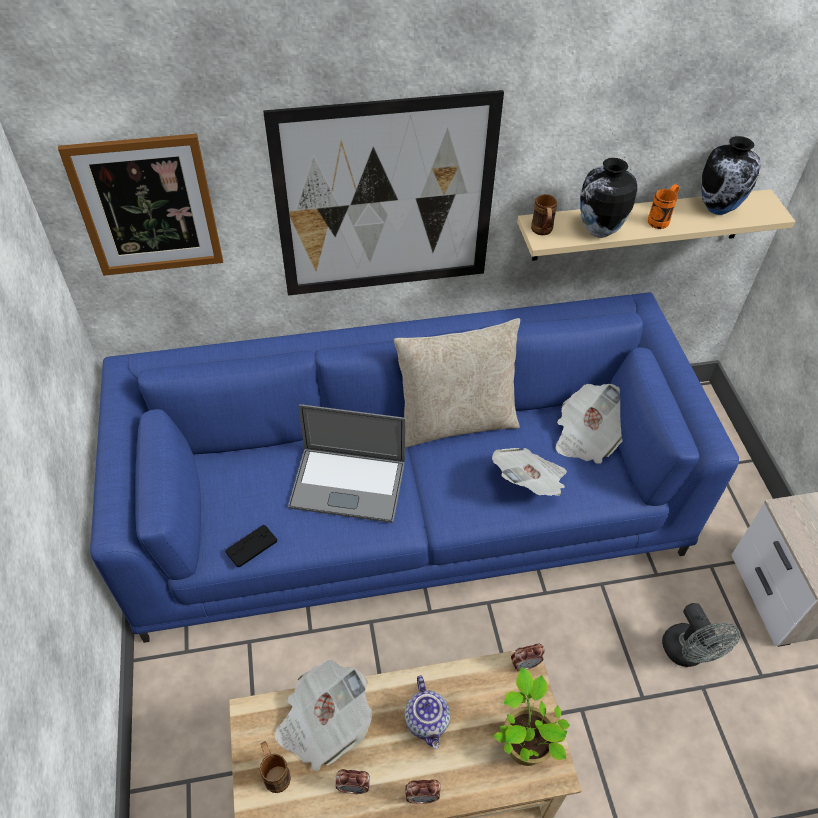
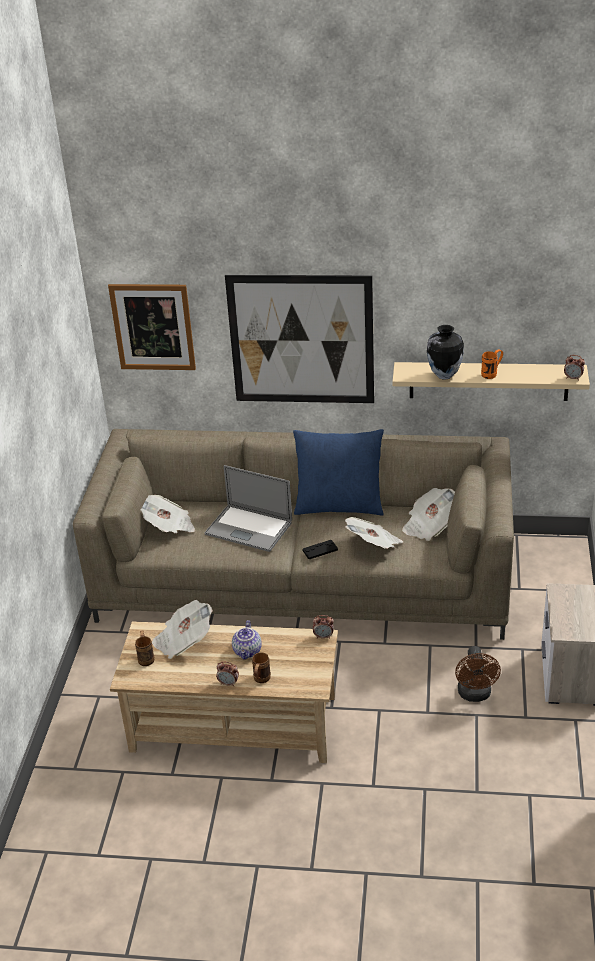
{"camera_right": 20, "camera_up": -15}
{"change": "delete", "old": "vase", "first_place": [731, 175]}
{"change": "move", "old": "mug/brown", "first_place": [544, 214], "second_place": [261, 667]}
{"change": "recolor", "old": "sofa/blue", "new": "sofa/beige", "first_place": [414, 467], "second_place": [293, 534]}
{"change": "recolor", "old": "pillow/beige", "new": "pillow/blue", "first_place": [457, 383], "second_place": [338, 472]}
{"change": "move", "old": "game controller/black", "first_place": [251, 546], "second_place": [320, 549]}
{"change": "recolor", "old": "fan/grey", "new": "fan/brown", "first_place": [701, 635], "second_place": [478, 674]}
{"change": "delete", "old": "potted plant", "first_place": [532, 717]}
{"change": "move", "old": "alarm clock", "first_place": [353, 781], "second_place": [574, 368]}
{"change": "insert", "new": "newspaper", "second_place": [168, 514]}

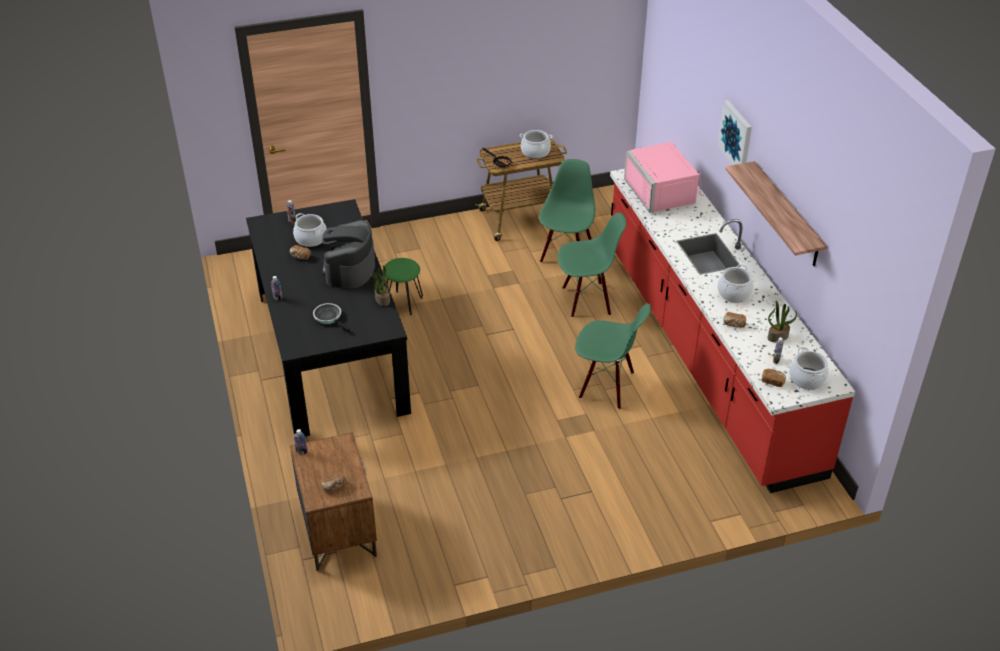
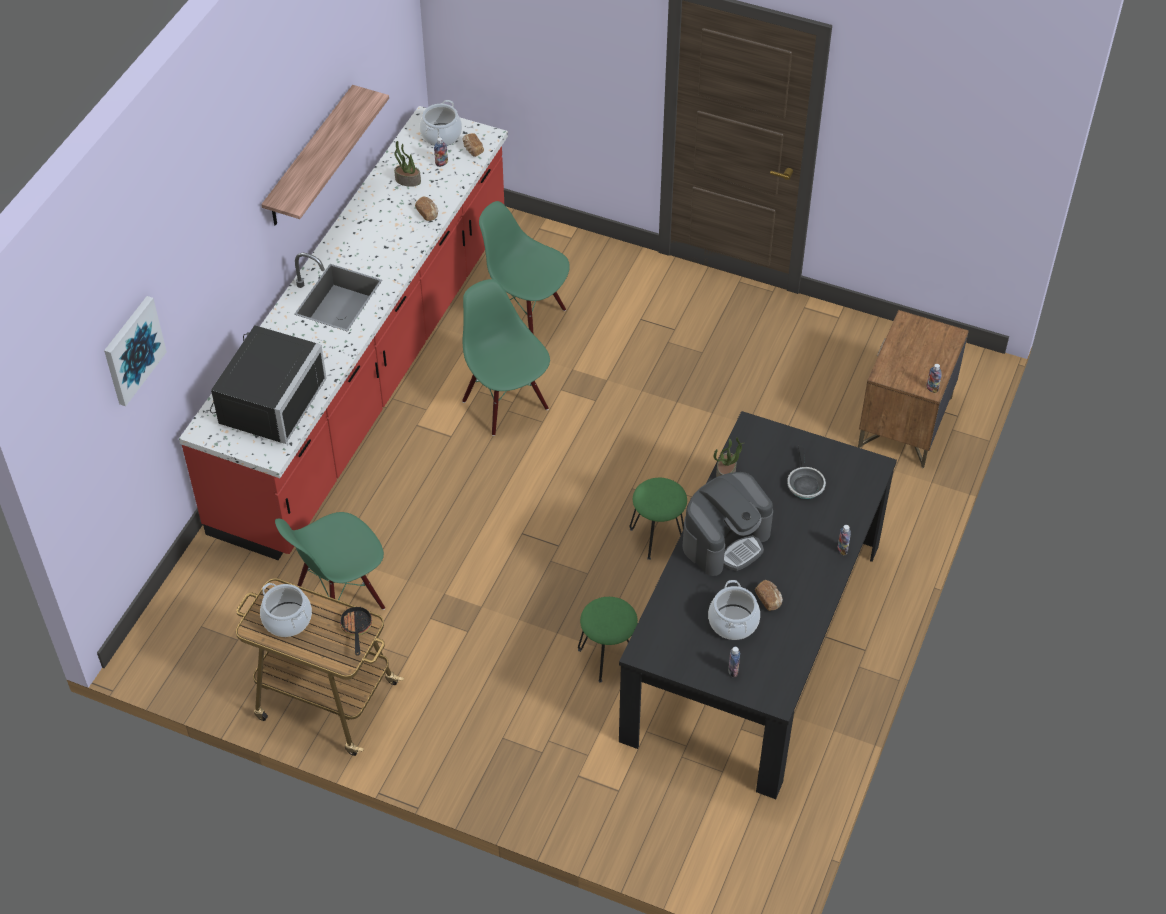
{"camera_right": -140, "camera_up": 10}
{"change": "move", "old": "picture", "first_place": [735, 132], "second_place": [135, 351]}
{"change": "recolor", "old": "microwave/pink", "new": "microwave/black", "first_place": [663, 177], "second_place": [268, 384]}
{"change": "move", "old": "chair/green", "first_place": [592, 265], "second_place": [524, 267]}
{"change": "delete", "old": "cooking pot", "first_place": [735, 283]}
{"change": "delete", "old": "bread", "first_place": [333, 482]}
{"change": "insert", "new": "stool/green", "second_place": [658, 519]}

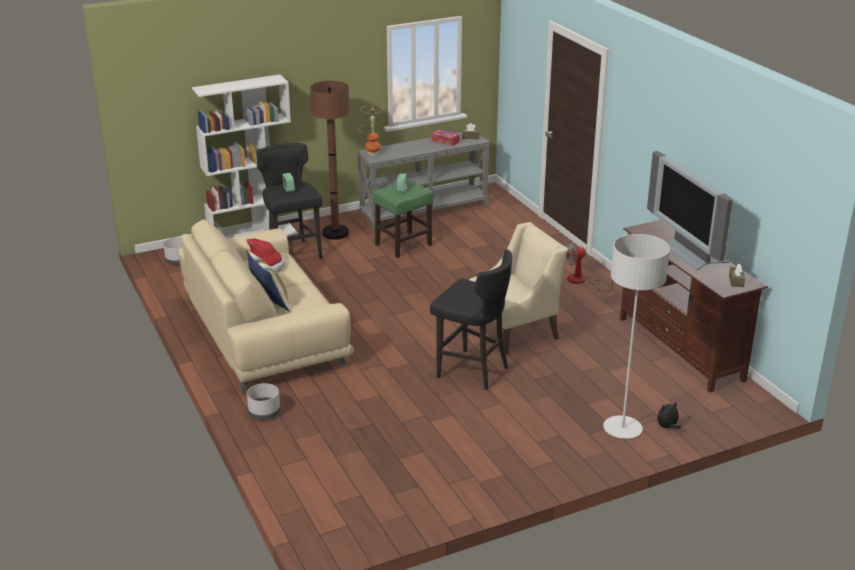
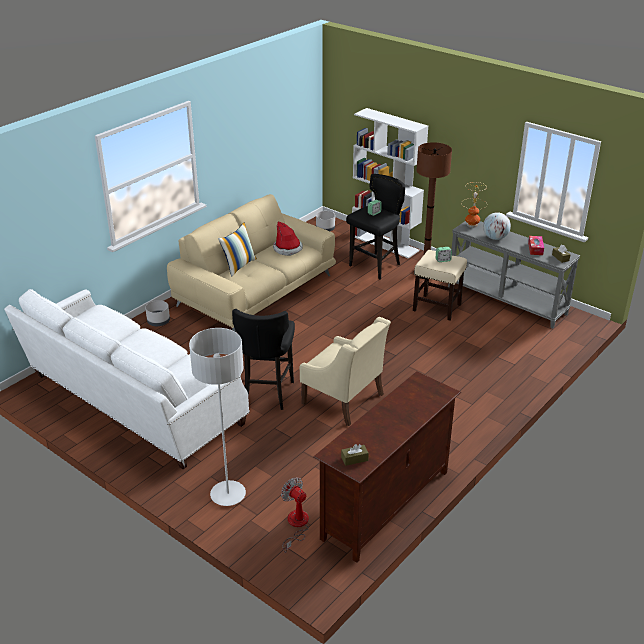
{"camera_right": 65, "camera_up": 5}
{"change": "delete", "old": "television", "first_place": [690, 210]}
{"change": "recolor", "old": "stool/green", "new": "stool/beige", "first_place": [403, 219], "second_place": [440, 285]}
{"change": "move", "old": "fan", "first_place": [589, 267], "second_place": [295, 515]}
{"change": "delete", "old": "plush toy", "first_place": [669, 415]}
{"change": "insert", "new": "globe", "second_place": [497, 226]}
{"change": "insert", "new": "sofa/white", "second_place": [127, 379]}

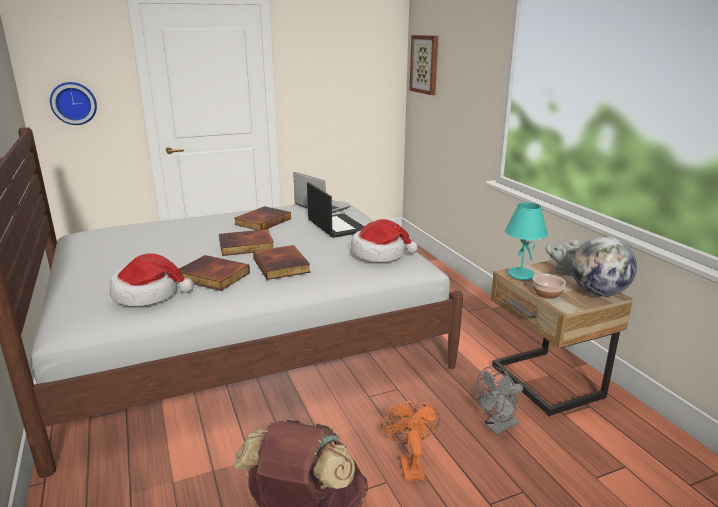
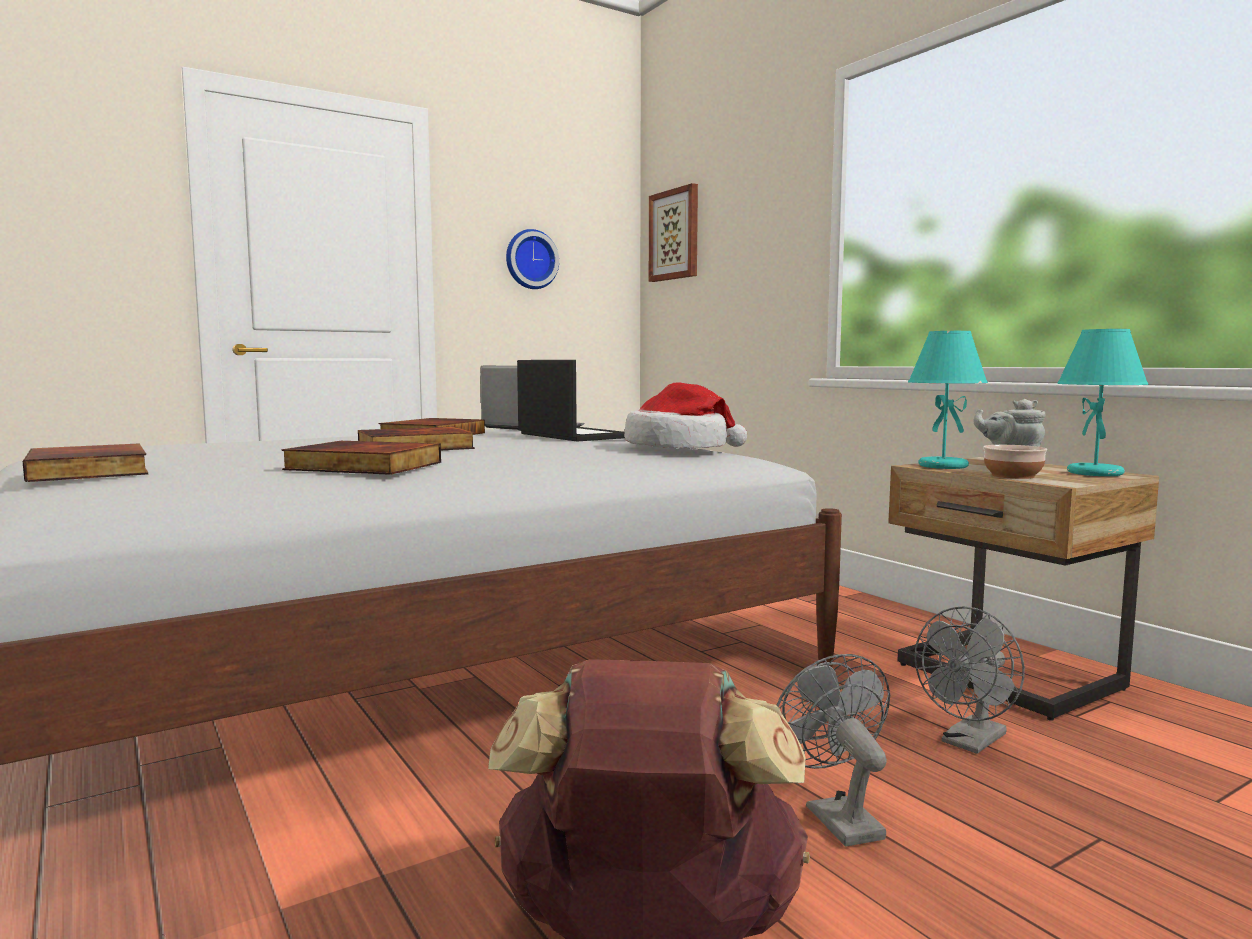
{"camera_right": -10, "camera_up": -15}
{"change": "move", "old": "wall clock", "first_place": [73, 103], "second_place": [532, 259]}
{"change": "replace", "old": "globe", "new": "table lamp/turquoise", "first_place": [604, 266], "second_place": [1103, 402]}
{"change": "move", "old": "book", "first_place": [282, 262], "second_place": [85, 463]}
{"change": "delete", "old": "hat", "first_place": [151, 279]}
{"change": "recolor", "old": "fan/orange", "new": "fan/grey", "first_place": [410, 441], "second_place": [833, 750]}

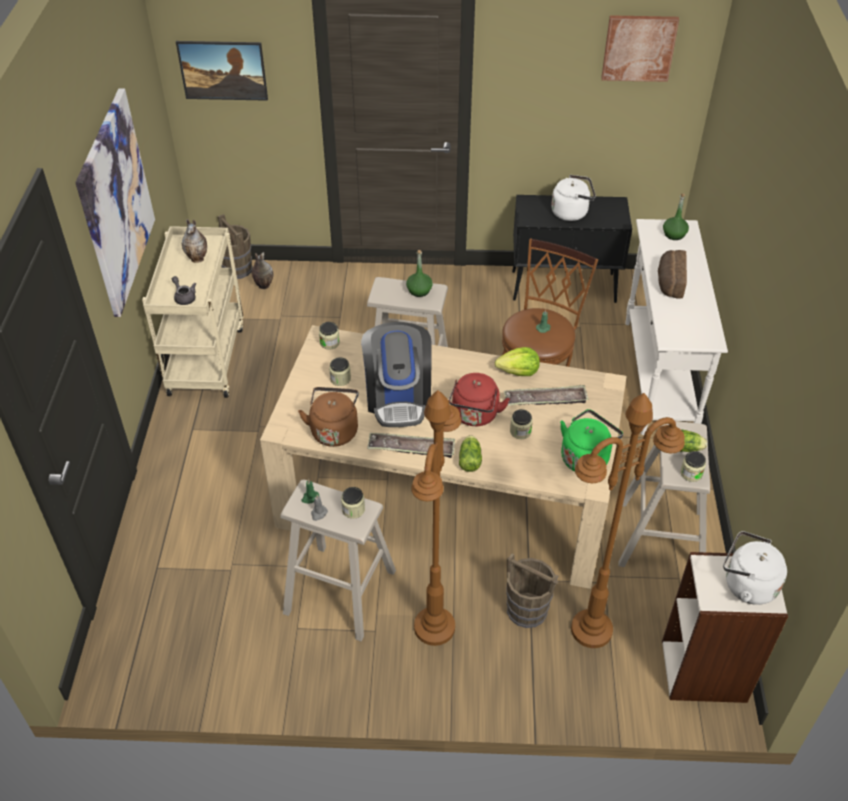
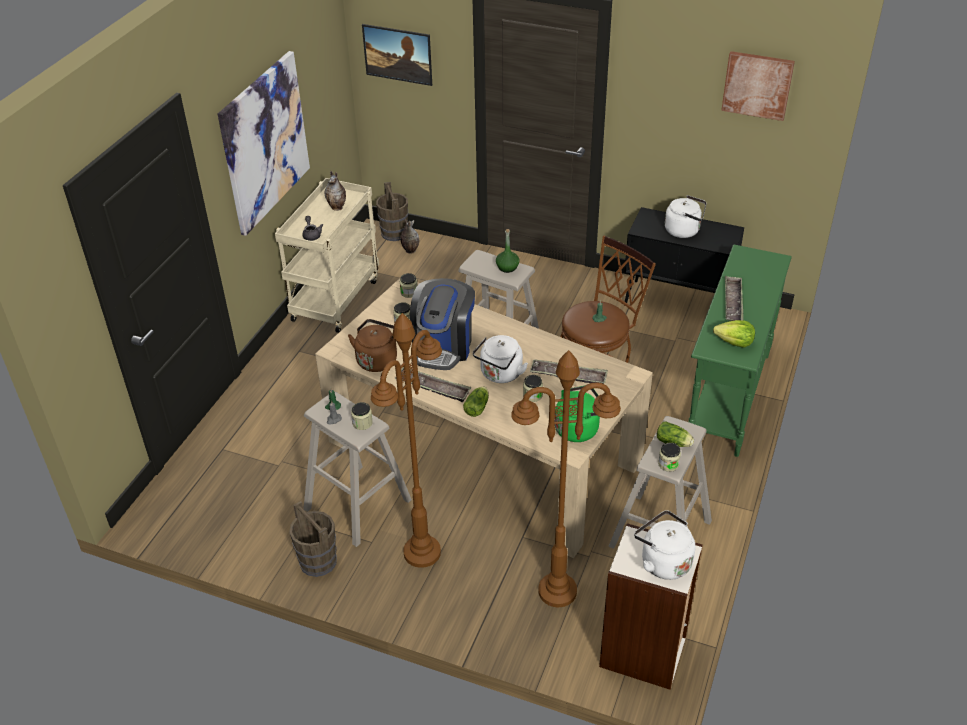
{"camera_right": 20, "camera_up": -5}
{"change": "delete", "old": "bottle/green", "first_place": [676, 216]}
{"change": "recolor", "old": "console table/white", "new": "console table/green", "first_place": [676, 327], "second_place": [740, 351]}
{"change": "replace", "old": "bread", "new": "tray", "first_place": [672, 274], "second_place": [734, 298]}
{"change": "move", "old": "lettuce", "first_place": [517, 361], "second_place": [734, 334]}
{"change": "recolor", "old": "kettle/red", "new": "kettle/white", "first_place": [479, 399], "second_place": [500, 359]}
{"change": "move", "old": "bucket/brown", "first_place": [532, 590], "second_place": [313, 539]}

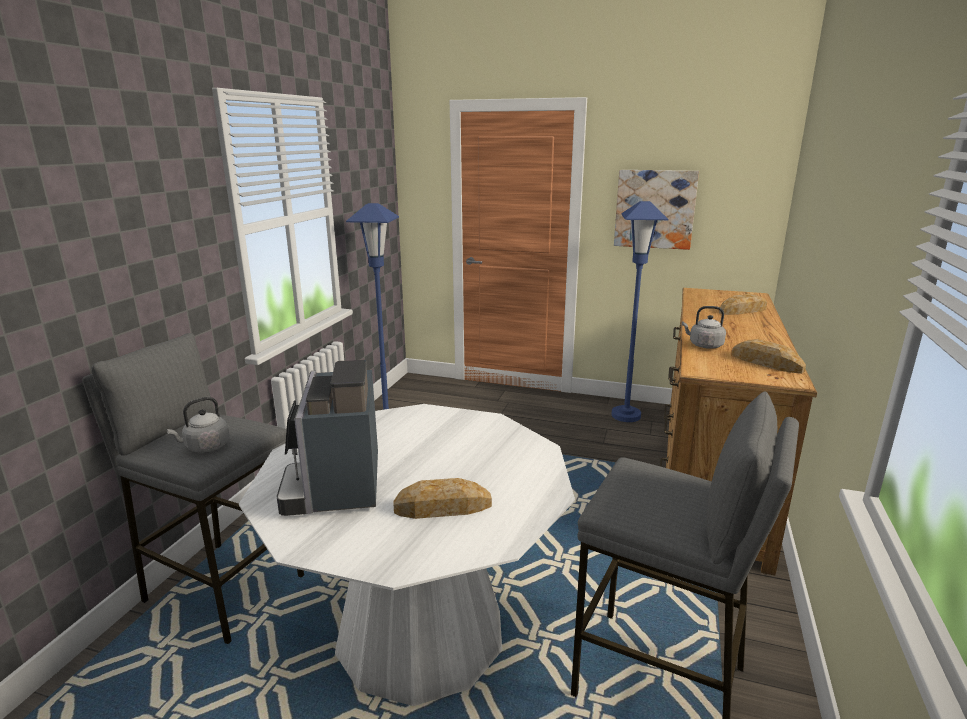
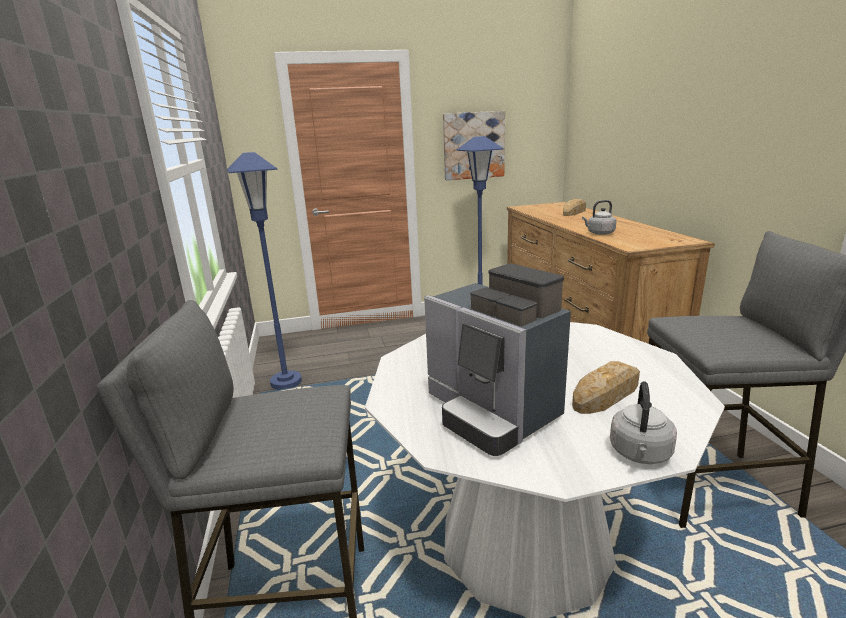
{"camera_right": -30, "camera_up": 0}
{"change": "delete", "old": "bread", "first_place": [769, 356]}
{"change": "move", "old": "kettle/grey", "first_place": [198, 425], "second_place": [643, 422]}

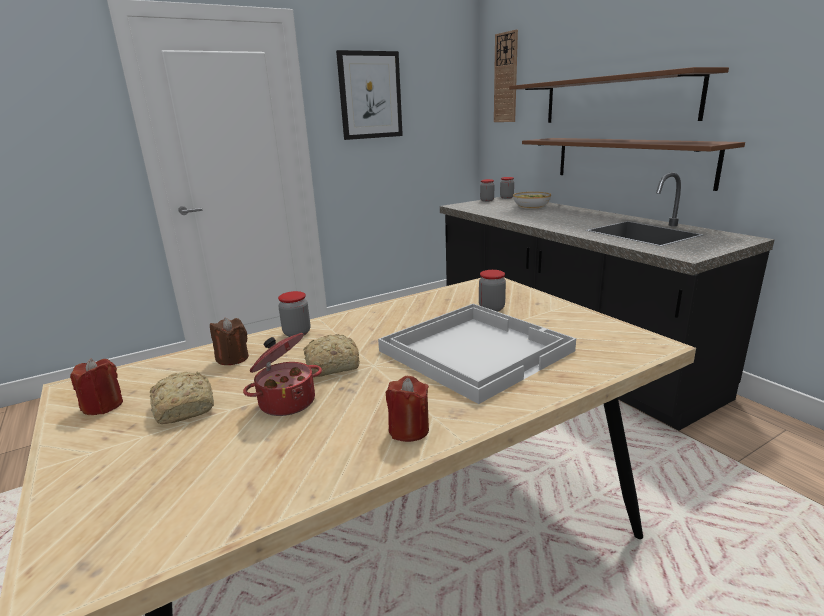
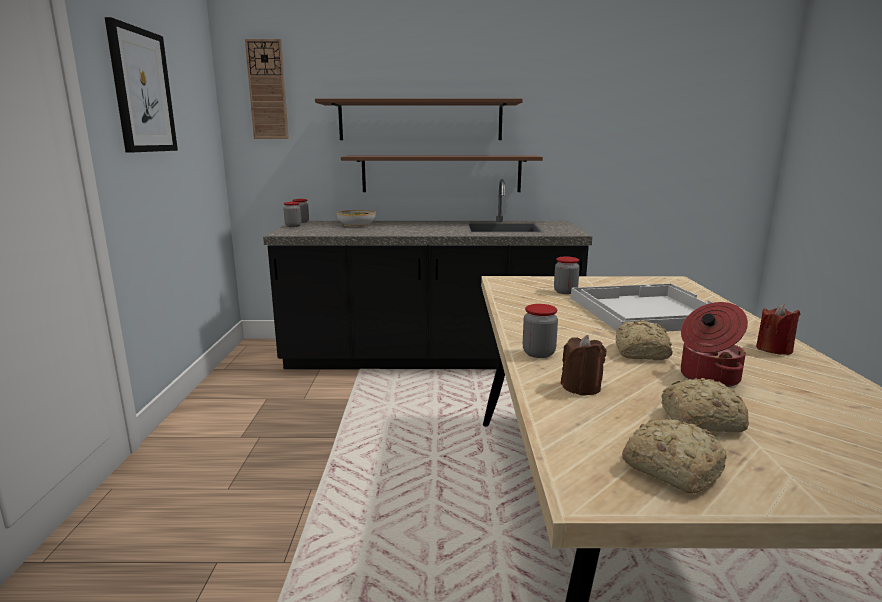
{"camera_right": -60, "camera_up": -5}
{"change": "replace", "old": "candle/red", "new": "bread", "first_place": [96, 386], "second_place": [674, 456]}

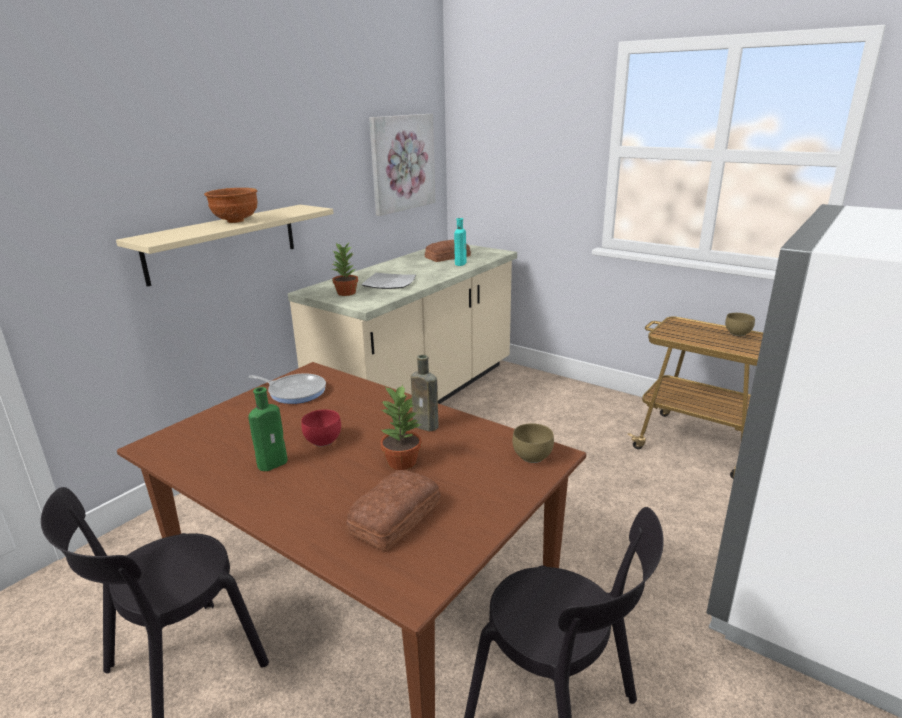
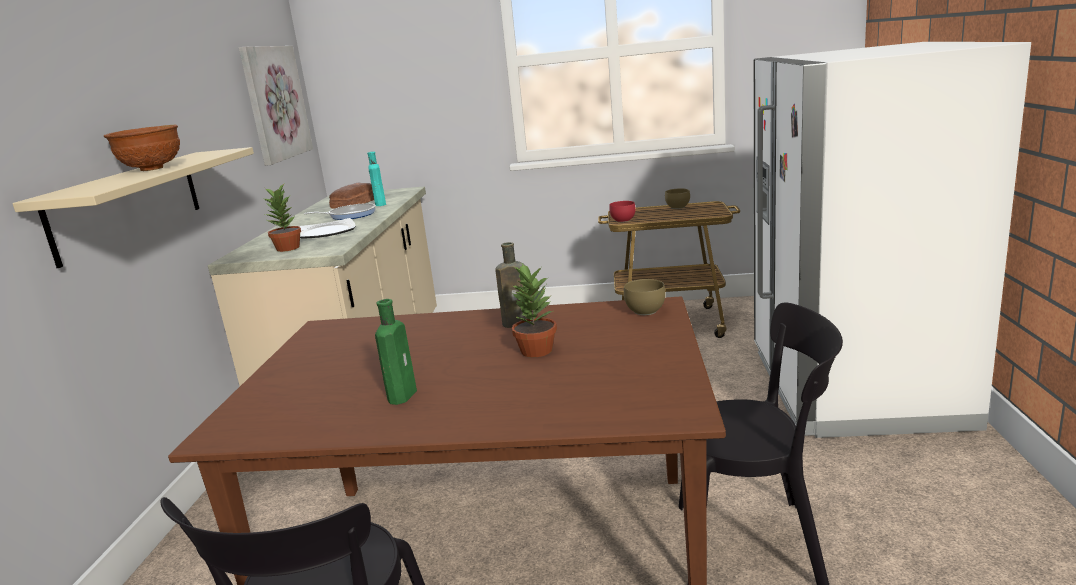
{"camera_right": -30, "camera_up": -5}
{"change": "move", "old": "frying pan", "first_place": [287, 389], "second_place": [340, 211]}
{"change": "move", "old": "bowl/red", "first_place": [321, 428], "second_place": [622, 211]}
{"change": "delete", "old": "bread", "first_place": [393, 510]}

